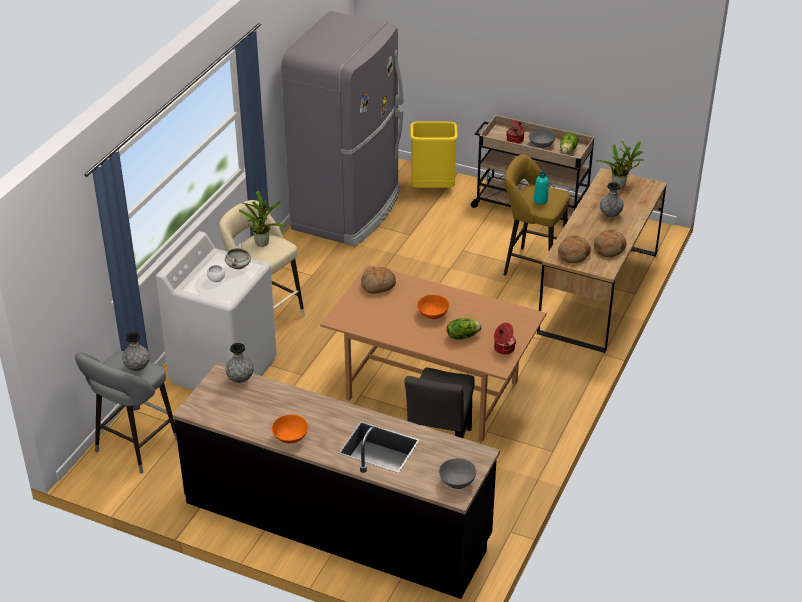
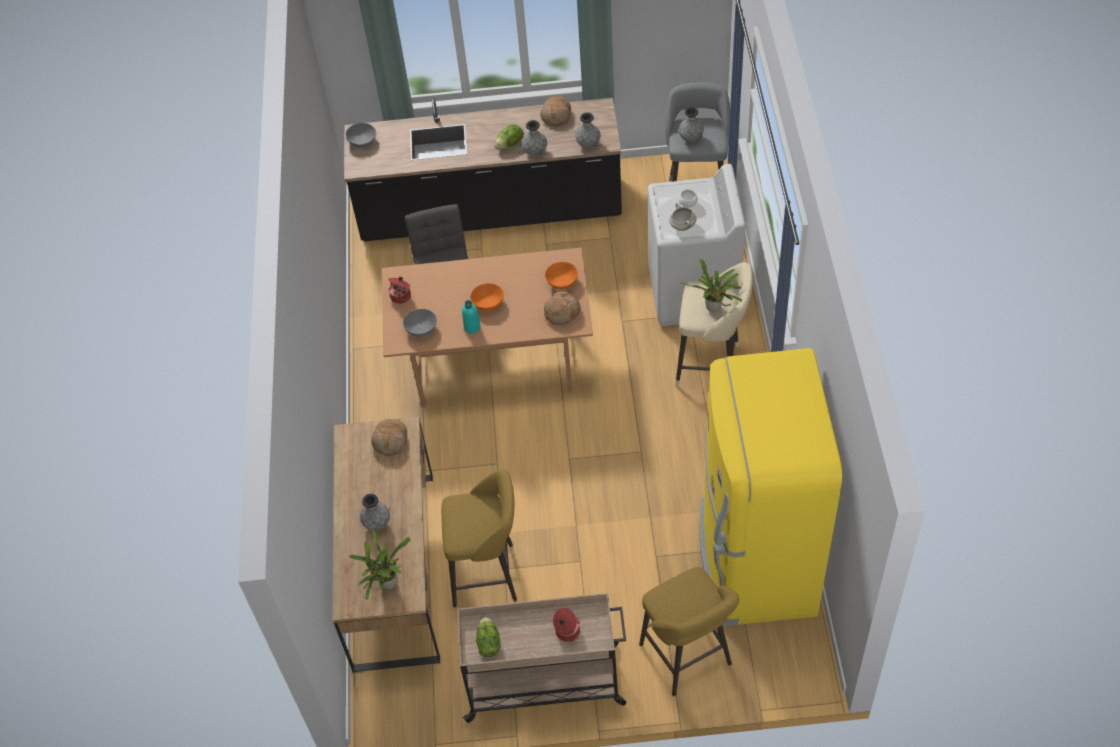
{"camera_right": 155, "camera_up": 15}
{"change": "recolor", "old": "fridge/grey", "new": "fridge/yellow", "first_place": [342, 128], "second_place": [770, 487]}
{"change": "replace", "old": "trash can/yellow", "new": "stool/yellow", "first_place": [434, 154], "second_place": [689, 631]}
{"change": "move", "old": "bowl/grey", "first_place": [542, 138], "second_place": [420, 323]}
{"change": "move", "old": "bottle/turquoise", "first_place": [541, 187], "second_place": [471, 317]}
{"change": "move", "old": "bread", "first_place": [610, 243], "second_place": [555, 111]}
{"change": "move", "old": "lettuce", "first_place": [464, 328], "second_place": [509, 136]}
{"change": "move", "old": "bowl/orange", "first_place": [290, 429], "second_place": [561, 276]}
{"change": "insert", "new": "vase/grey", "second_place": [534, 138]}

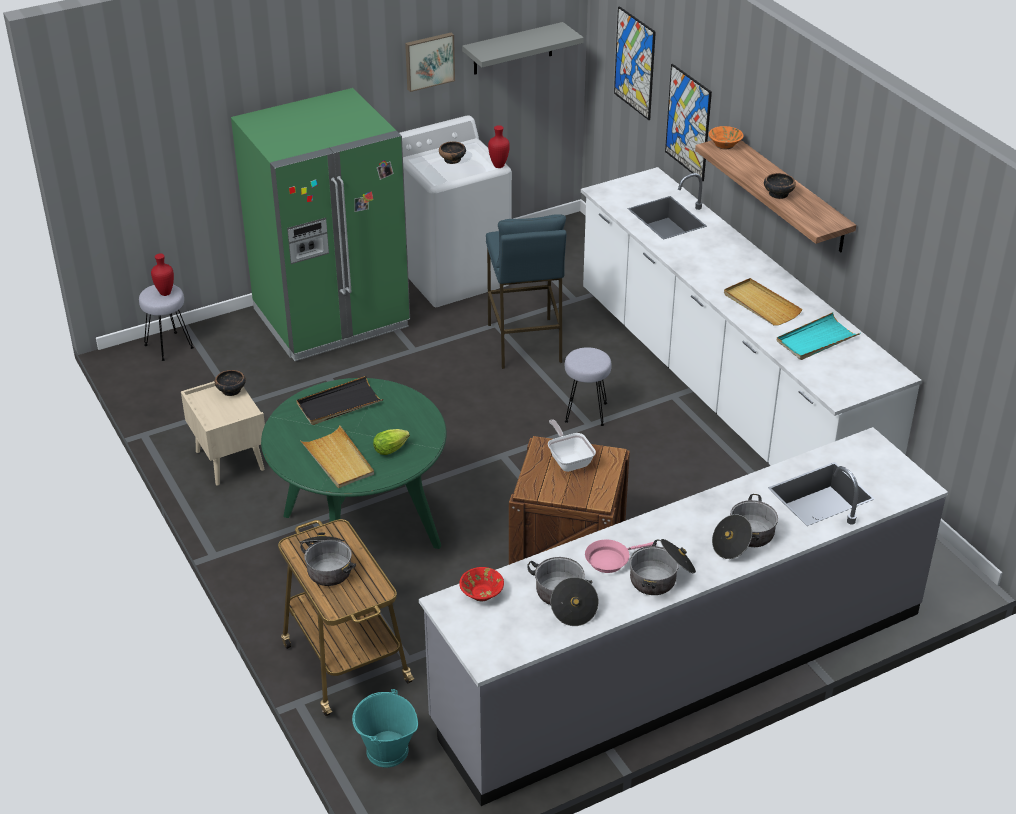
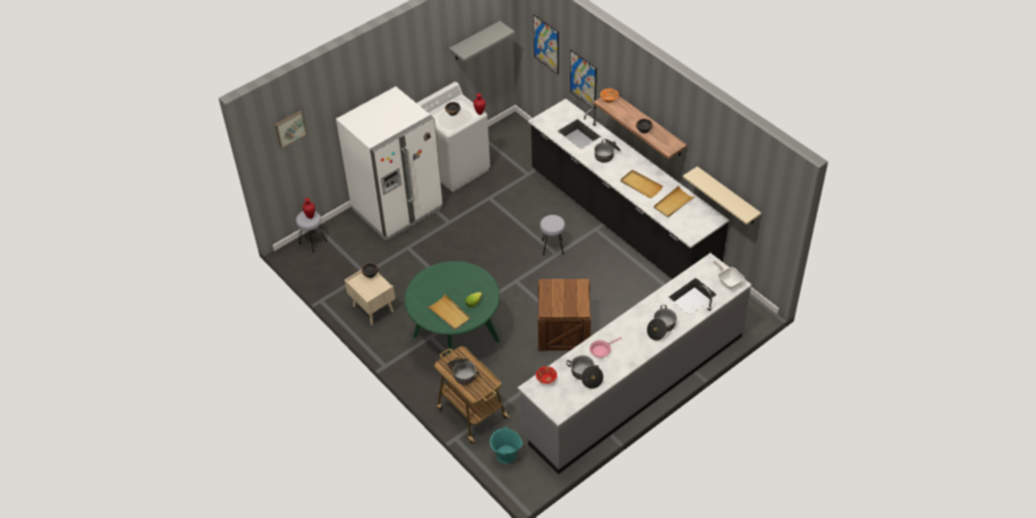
{"camera_right": -10, "camera_up": 10}
{"change": "move", "old": "picture", "first_place": [430, 62], "second_place": [291, 130]}
{"change": "recolor", "old": "fridge/green", "new": "fridge/white", "first_place": [320, 224], "second_place": [389, 163]}
{"change": "recolor", "old": "counter/white", "new": "counter/black", "first_place": [751, 316], "second_place": [628, 189]}
{"change": "delete", "old": "stool/blue", "first_place": [526, 291]}
{"change": "recolor", "old": "tray/turquoise", "new": "tray/beige", "first_place": [818, 336], "second_place": [674, 201]}
{"change": "delete", "old": "tray/black", "first_place": [339, 400]}
{"change": "move", "old": "frying pan", "first_place": [572, 445], "second_place": [728, 275]}
{"change": "move", "old": "cooking pot", "first_place": [662, 567], "second_place": [607, 151]}
{"change": "insert", "new": "shelf/beige", "second_place": [722, 195]}

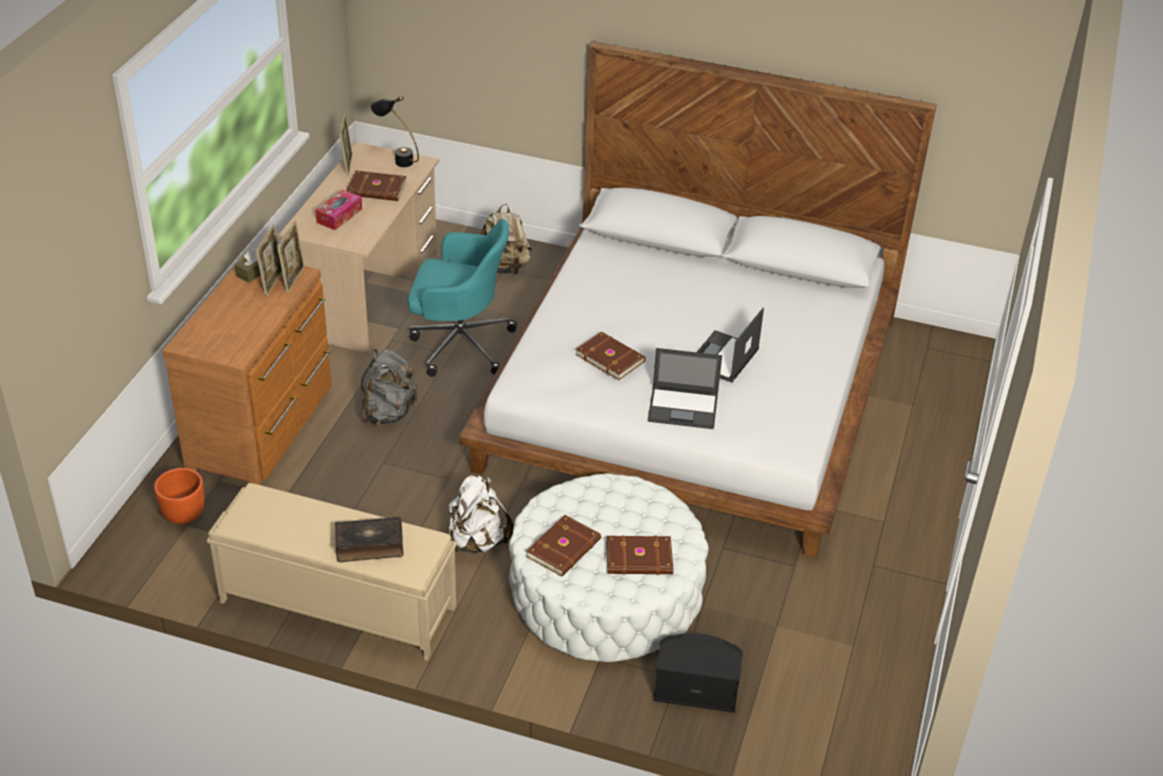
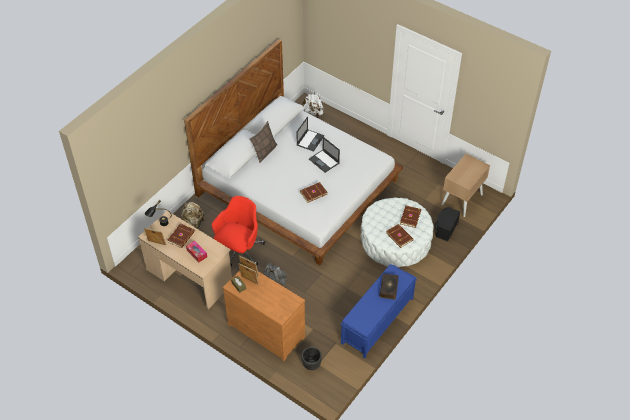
{"camera_right": -70, "camera_up": 10}
{"change": "recolor", "old": "office chair/turquoise", "new": "office chair/red", "first_place": [462, 298], "second_place": [238, 231]}
{"change": "move", "old": "laptop", "first_place": [685, 388], "second_place": [310, 134]}
{"change": "recolor", "old": "planter/orange", "new": "planter/black", "first_place": [179, 496], "second_place": [312, 358]}
{"change": "move", "old": "backpack/white", "first_place": [481, 514], "second_place": [313, 104]}
{"change": "recolor", "old": "bench/beige", "new": "bench/blue", "first_place": [331, 572], "second_place": [378, 311]}
{"change": "insert", "new": "pillow", "second_place": [263, 142]}
{"change": "insert", "new": "nightstand/beige", "second_place": [465, 185]}

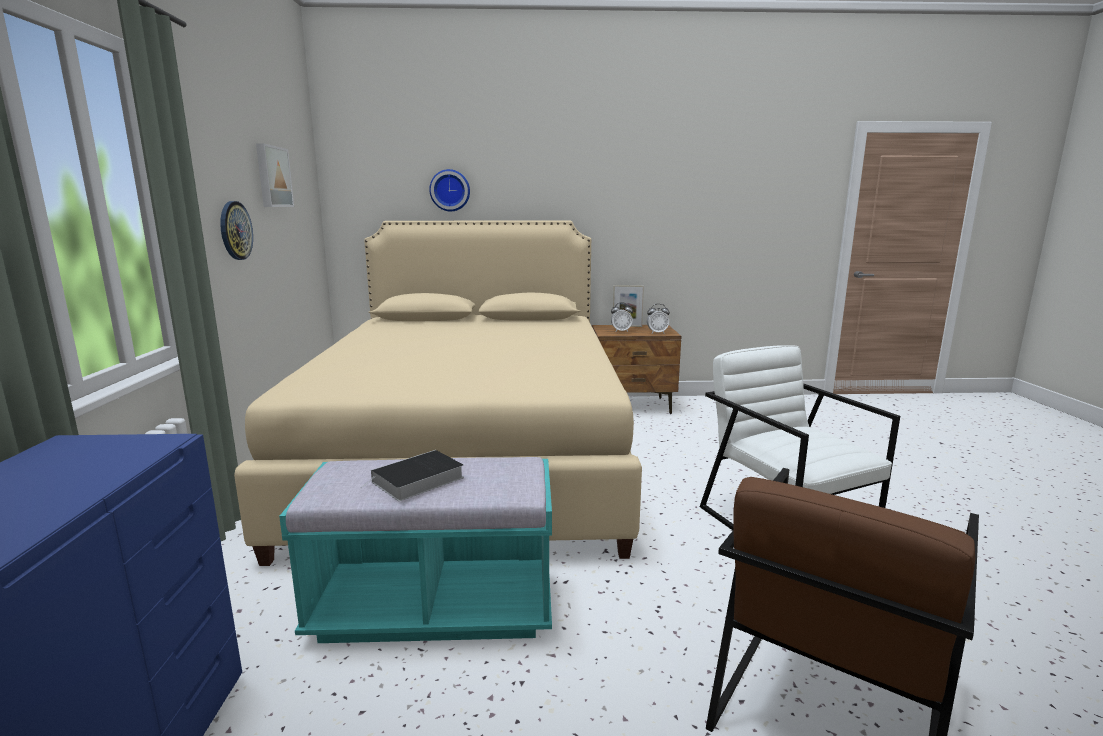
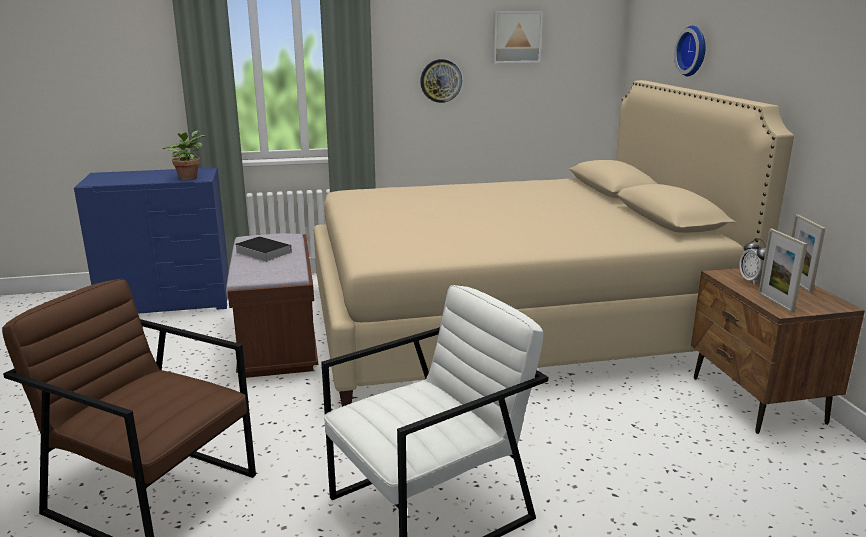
{"camera_right": 80, "camera_up": 5}
{"change": "replace", "old": "alarm clock", "new": "picture frame", "first_place": [658, 319], "second_place": [783, 271]}
{"change": "recolor", "old": "bench/turquoise", "new": "bench/brown", "first_place": [415, 550], "second_place": [272, 305]}
{"change": "insert", "new": "potted plant", "second_place": [184, 155]}

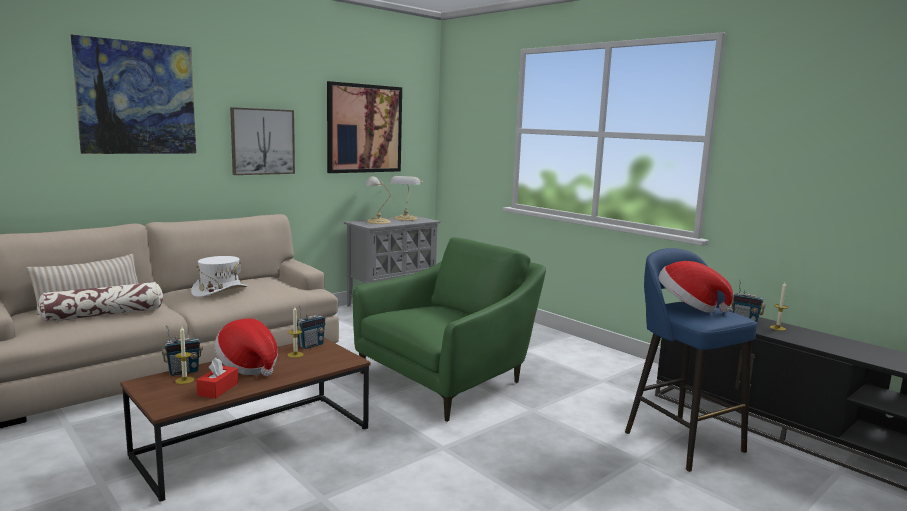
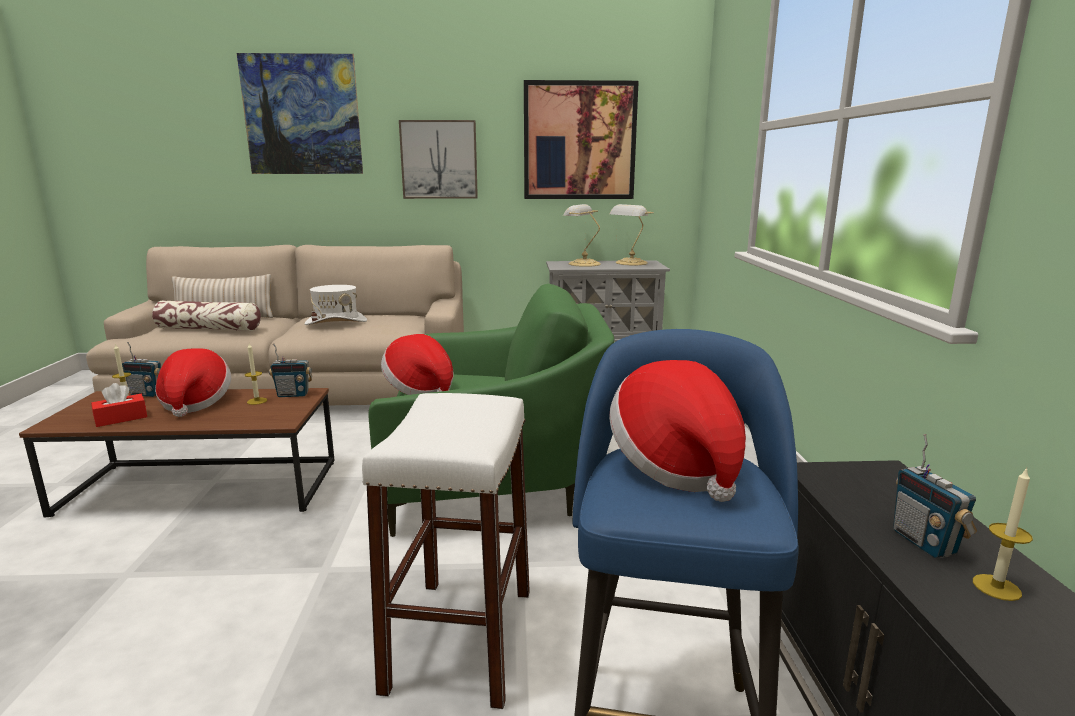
{"camera_right": 40, "camera_up": 5}
{"change": "insert", "new": "hat", "second_place": [417, 364]}
{"change": "insert", "new": "stool/white", "second_place": [446, 551]}

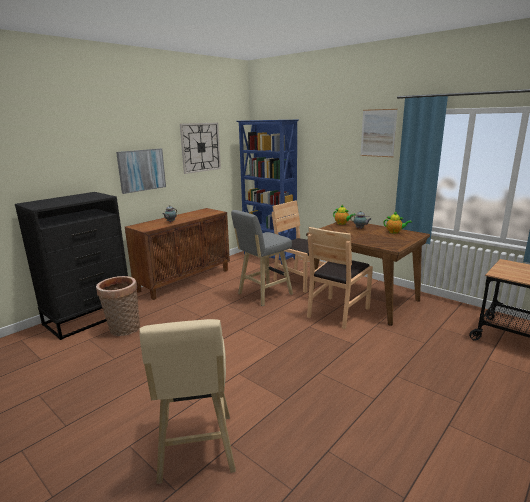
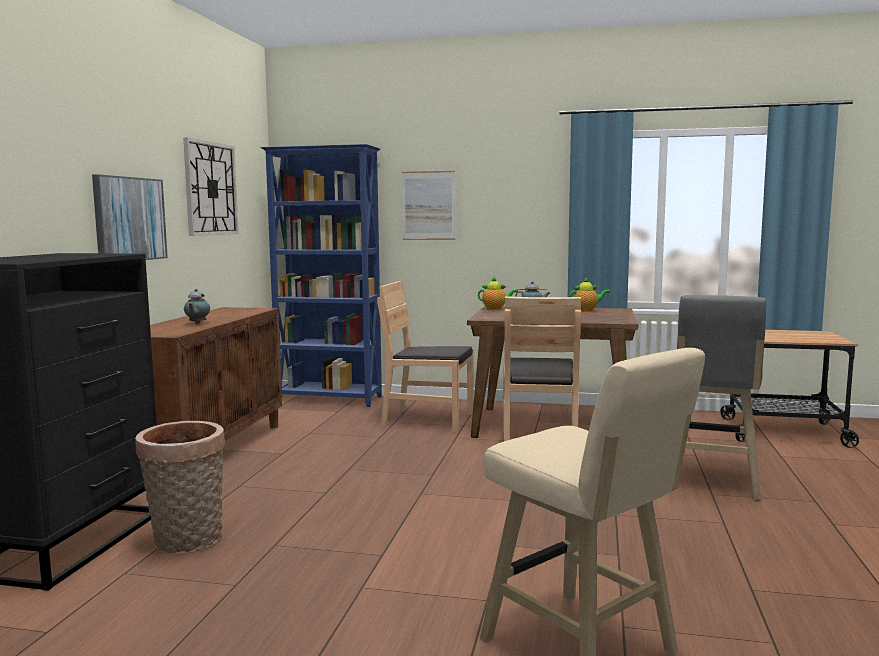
{"camera_right": -30, "camera_up": -10}
{"change": "move", "old": "picture", "first_place": [379, 133], "second_place": [428, 205]}
{"change": "move", "old": "stool/grey", "first_place": [262, 258], "second_place": [721, 398]}

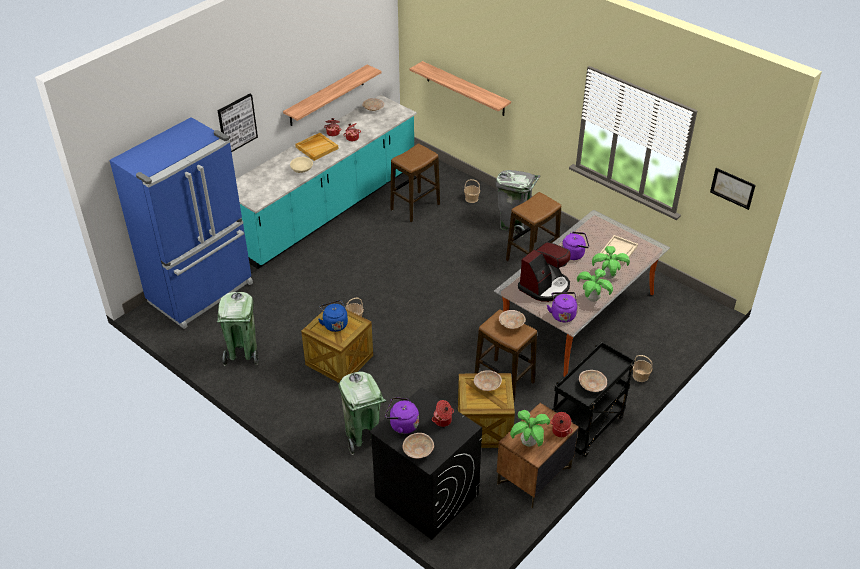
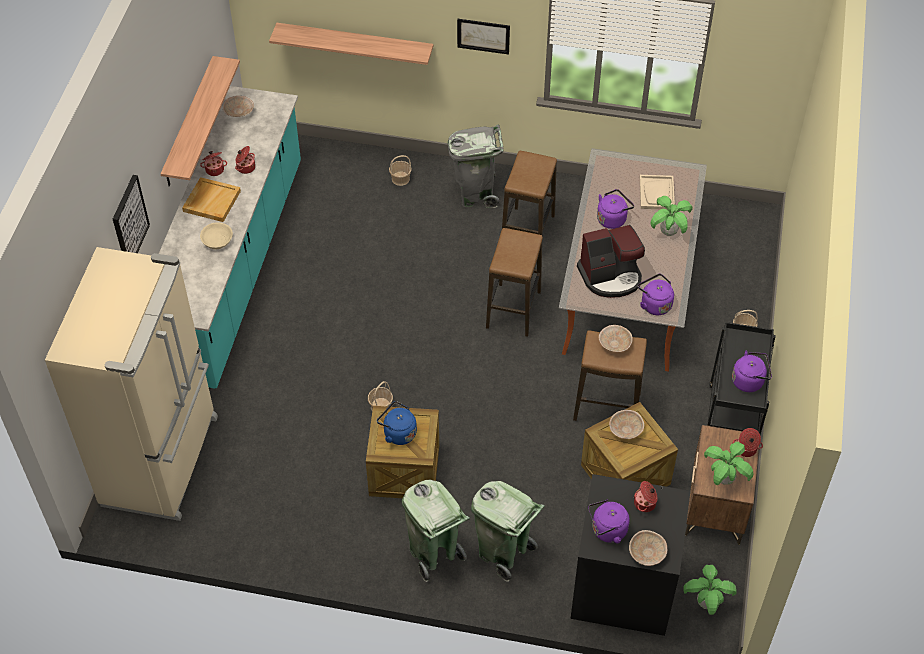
{"camera_right": -30, "camera_up": 10}
{"change": "recolor", "old": "fridge/blue", "new": "fridge/beige", "first_place": [181, 223], "second_place": [131, 384]}
{"change": "move", "old": "stool", "first_place": [415, 182], "second_place": [514, 282]}
{"change": "move", "old": "picture", "first_place": [733, 189], "second_place": [483, 37]}
{"change": "rotate", "old": "coffee machine", "first_place": [544, 272], "second_place": [611, 261], "degrees": 60}
{"change": "move", "old": "potted plant", "first_place": [595, 285], "second_place": [710, 590]}
{"change": "move", "old": "trash can/green", "first_place": [238, 329], "second_place": [436, 531]}
{"change": "replace", "old": "bowl/beige", "new": "kettle/purple", "first_place": [593, 381], "second_place": [752, 371]}

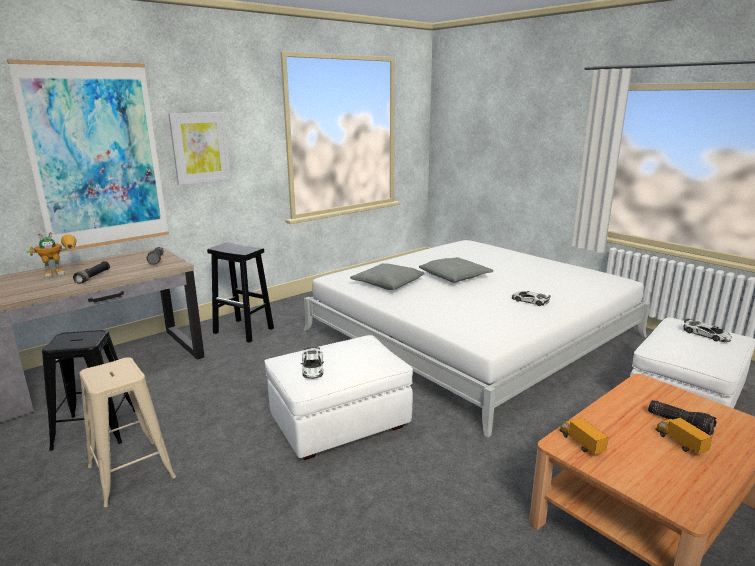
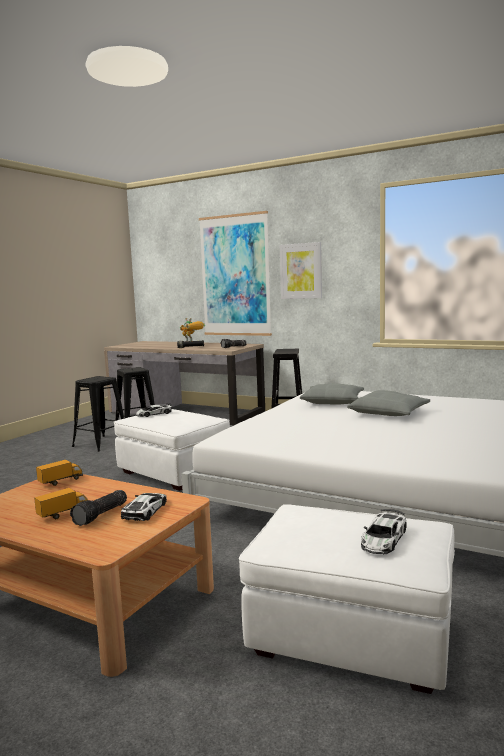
{"camera_right": 70, "camera_up": -10}
{"change": "move", "old": "toy car", "first_place": [531, 298], "second_place": [144, 507]}
{"change": "recolor", "old": "stool/beige", "new": "stool/black", "first_place": [128, 432], "second_place": [98, 414]}

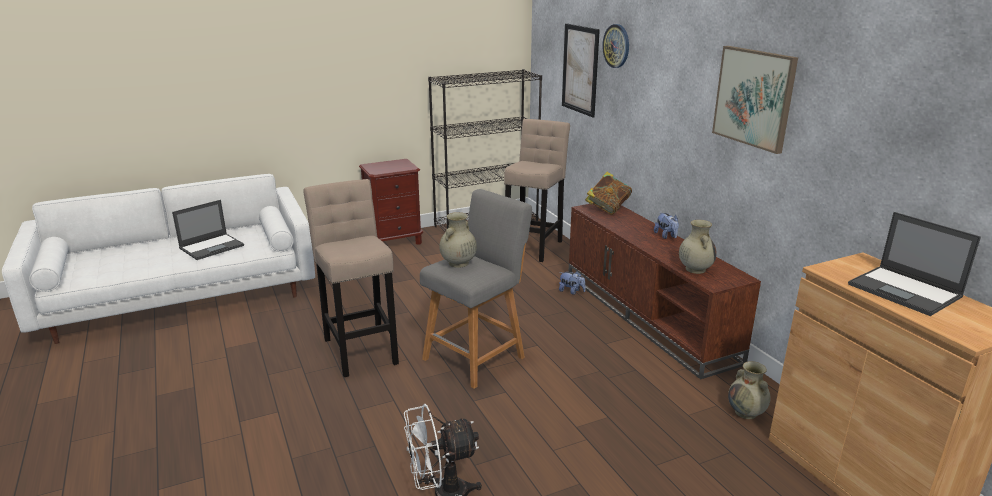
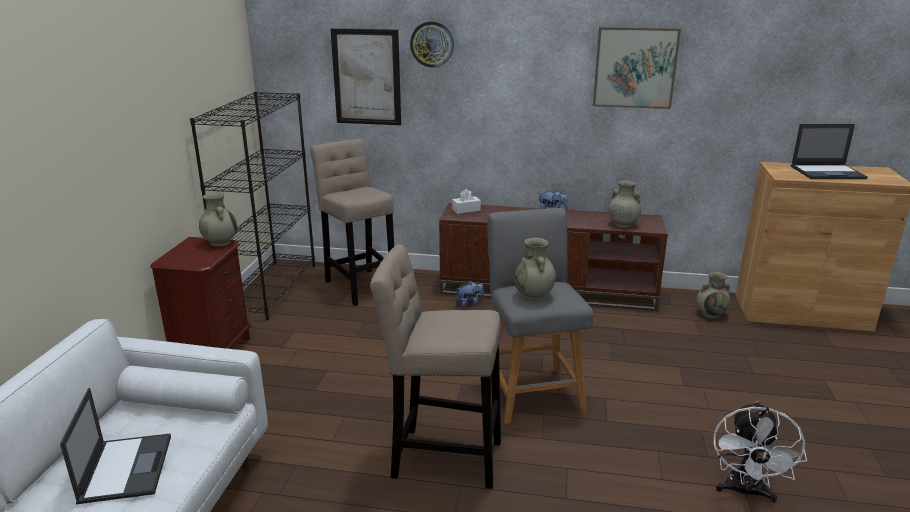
{"camera_right": -55, "camera_up": 0}
{"change": "replace", "old": "book", "new": "tissue box/white", "first_place": [608, 193], "second_place": [466, 201]}
{"change": "insert", "new": "vase/beige", "second_place": [218, 219]}

